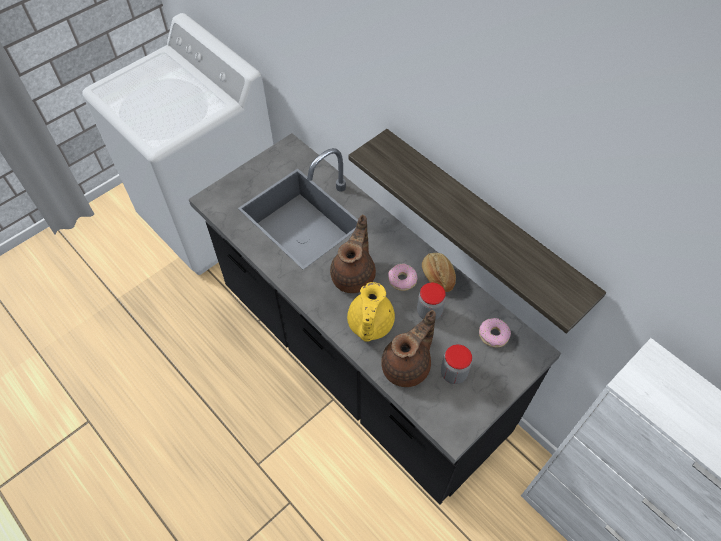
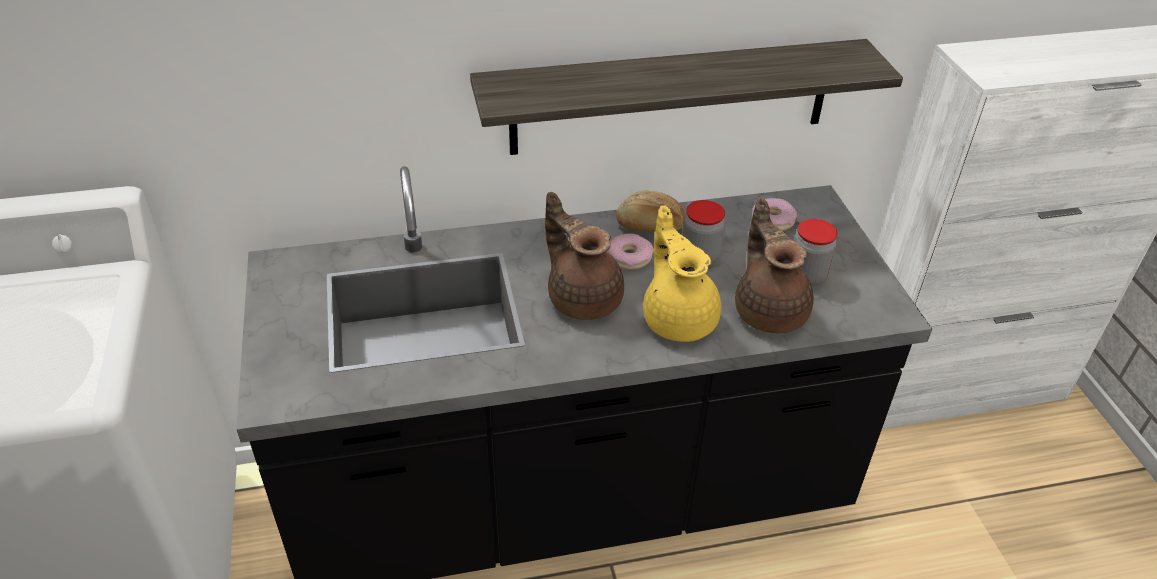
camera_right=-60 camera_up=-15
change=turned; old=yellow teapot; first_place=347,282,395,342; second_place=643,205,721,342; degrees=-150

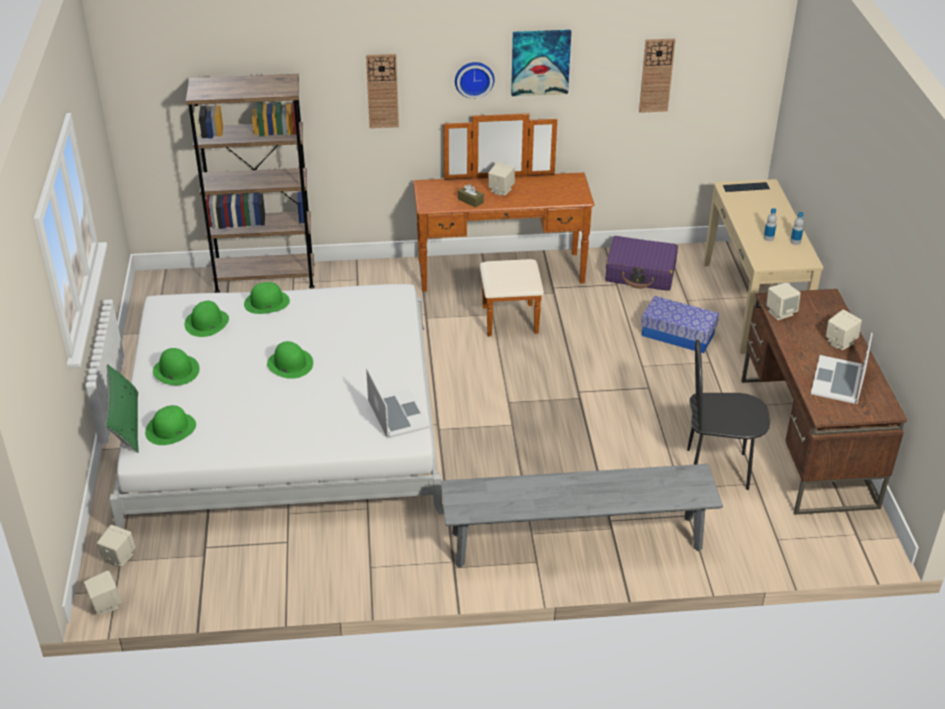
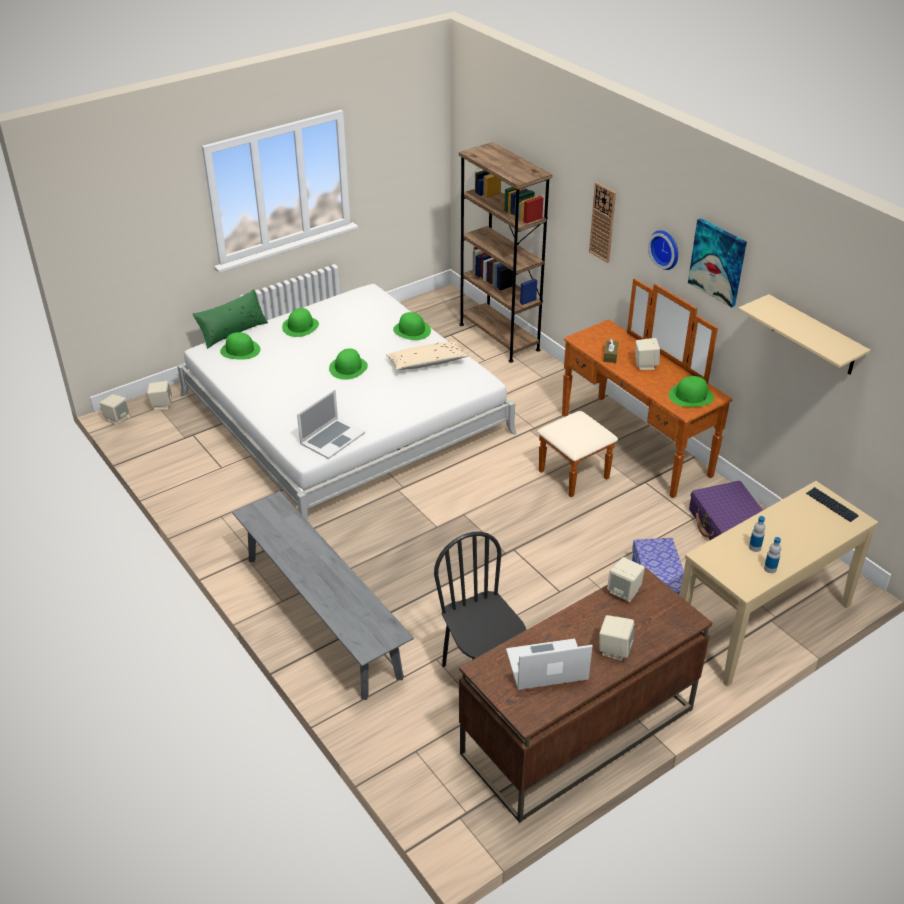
camera_right=60 camera_up=0
change=added; new=beige pillow; second_place=386,342,468,370
change=moved; old=green hat; first_place=184,301,229,337; second_place=669,376,714,407
change=replaced; old=wall clock; new=beige shelf; first_place=639,39,676,113; second_place=738,294,870,375

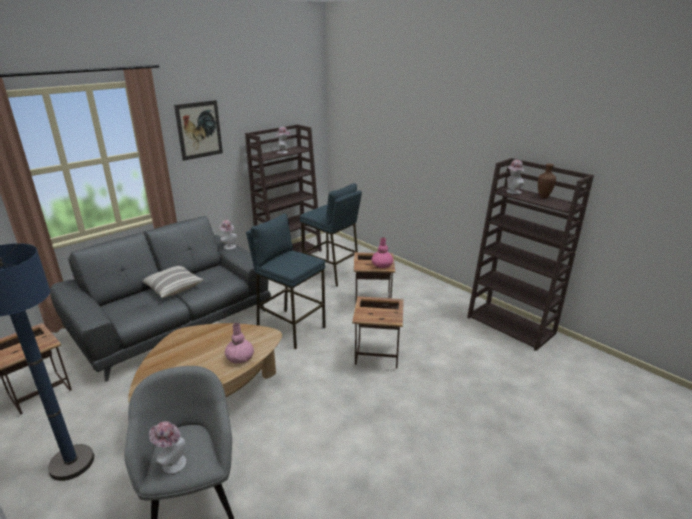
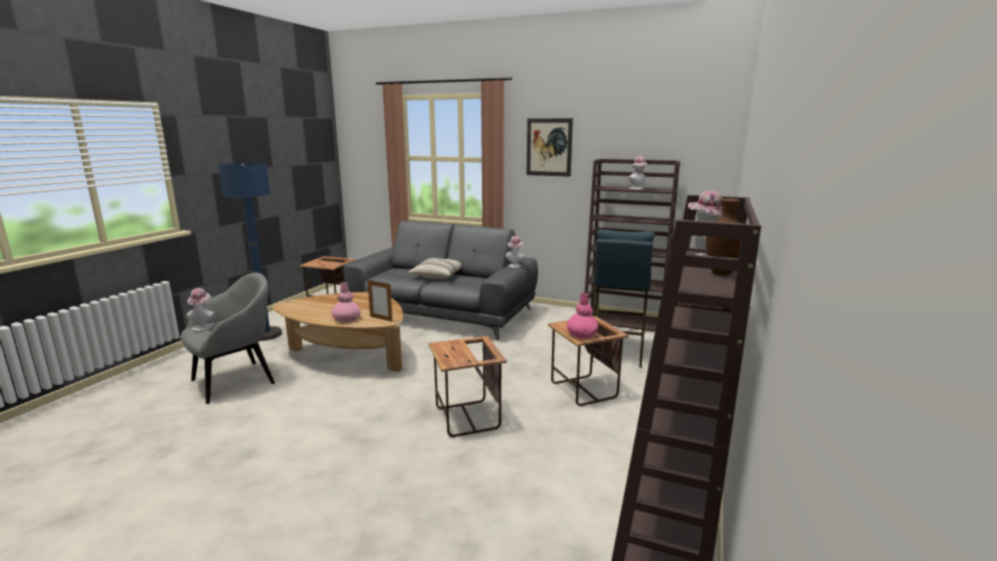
camera_right=65 camera_up=-10
change=removed; old=blue stool; first_place=246,213,326,349
change=added; new=picture frame; second_place=367,279,393,322

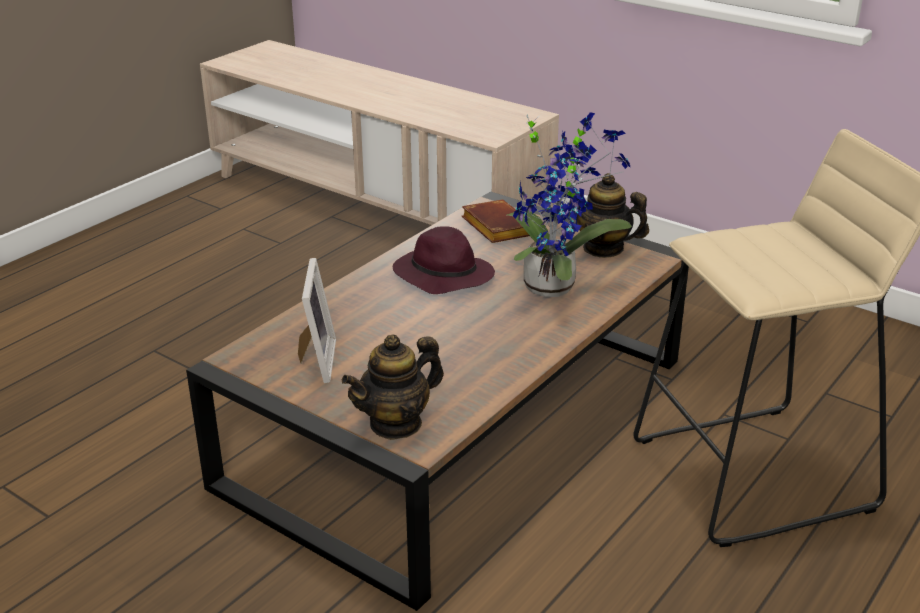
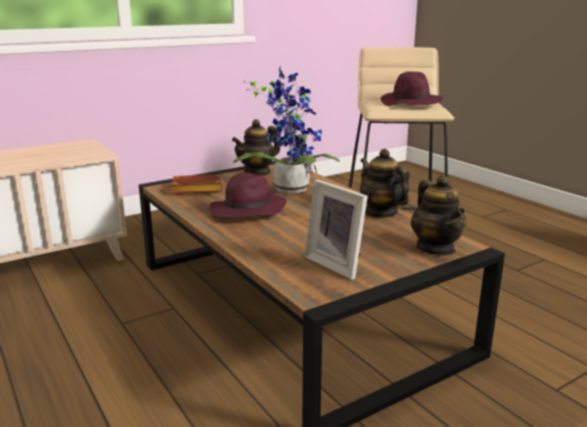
camera_right=-70 camera_up=-10
change=added; new=teapot; second_place=360,149,410,218
change=added; new=purple hat; second_place=381,72,443,106
change=turned; old=picture frame; first_place=298,258,336,383; second_place=305,179,368,280; degrees=-150

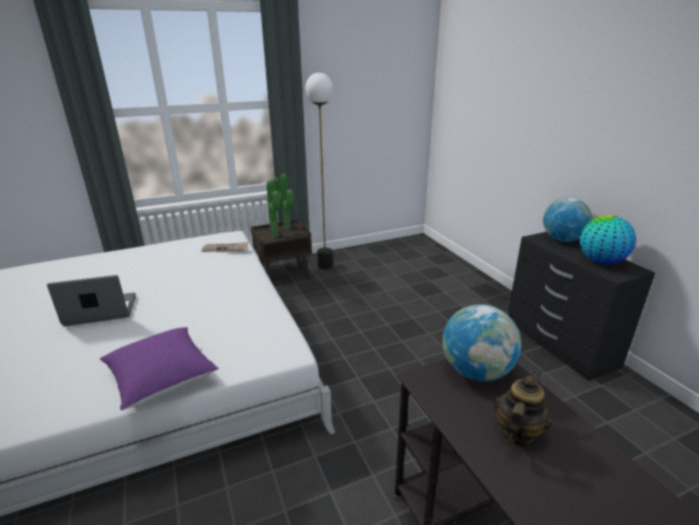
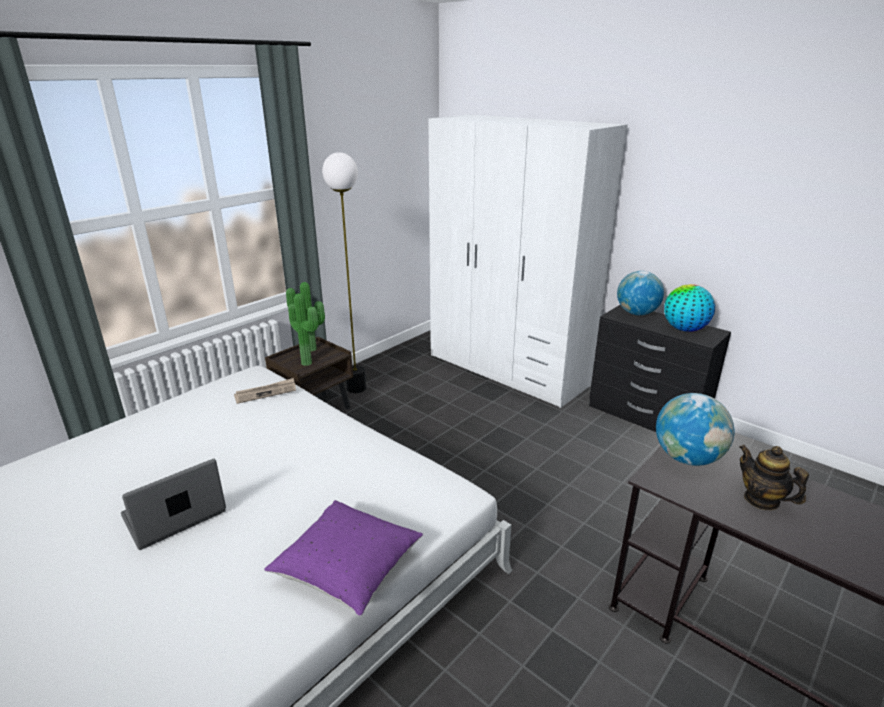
camera_right=-25 camera_up=0
change=added; new=white wardrobe; second_place=428,114,628,408
change=turned; old=teapot; first_place=494,371,552,446; second_place=739,445,809,510; degrees=-45

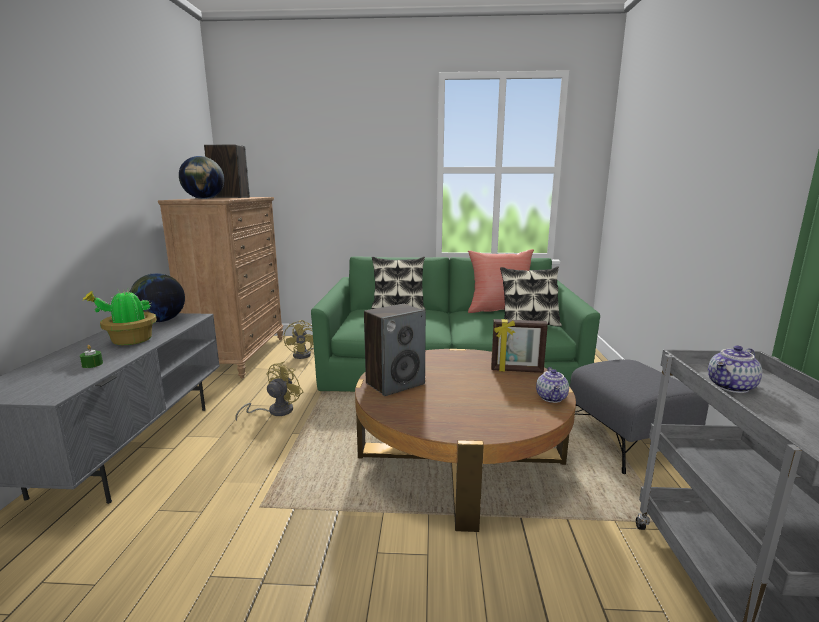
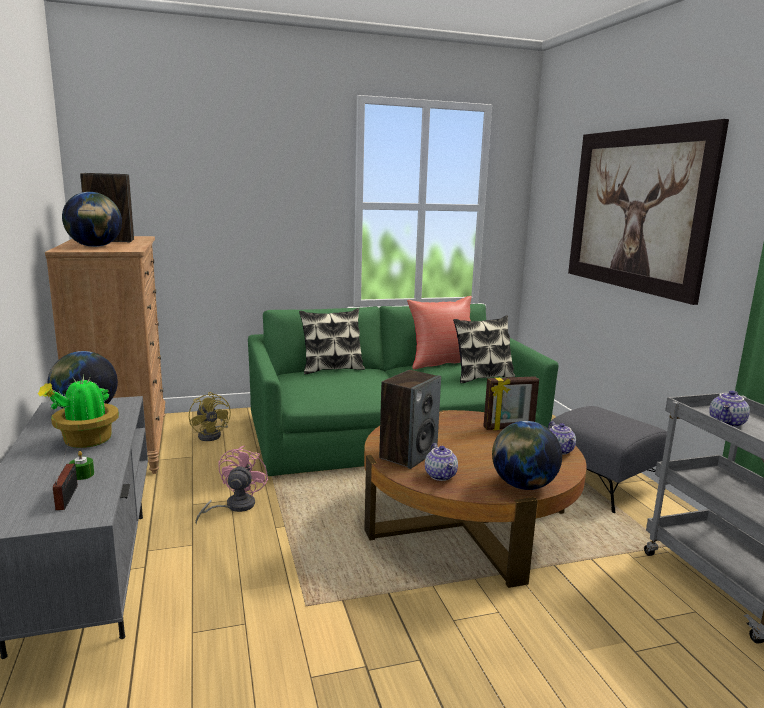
camera_right=-20 camera_up=0
change=added; new=radio; second_place=53,443,78,510
change=added; new=teapot; second_place=425,443,458,481
change=added; new=globe; second_place=492,421,562,490
change=added; new=picture; second_place=568,119,729,305
change=recoloured; old=yellow fan; new=pink fan; first_place=236,361,304,421; second_place=195,446,268,525

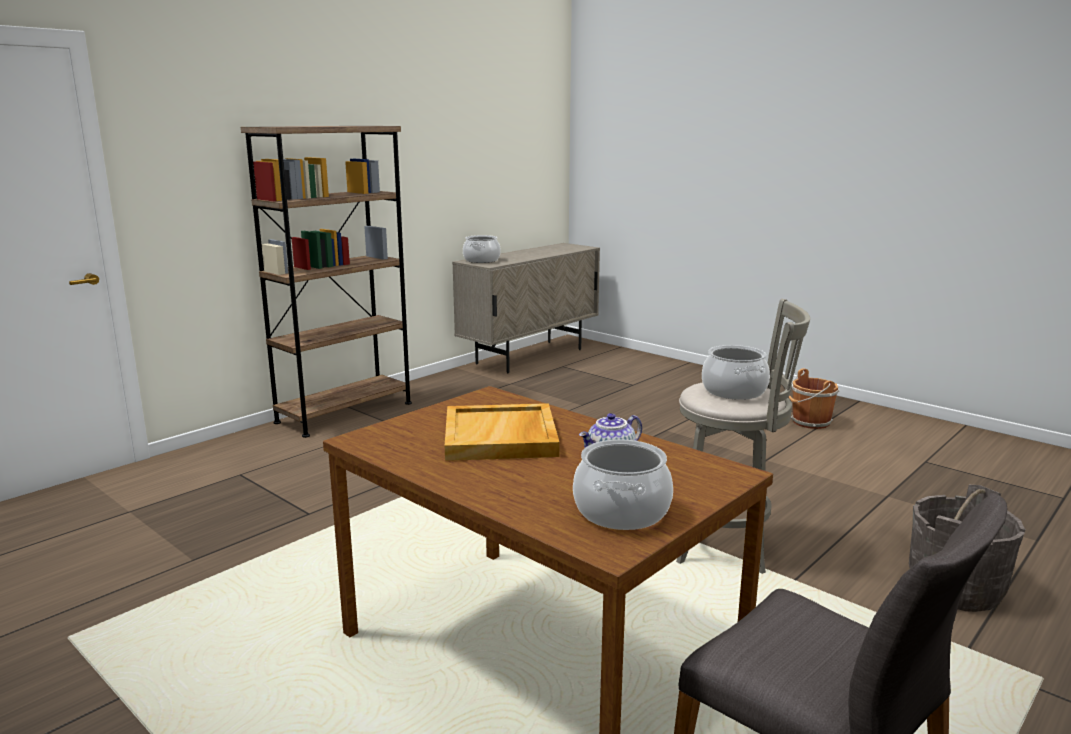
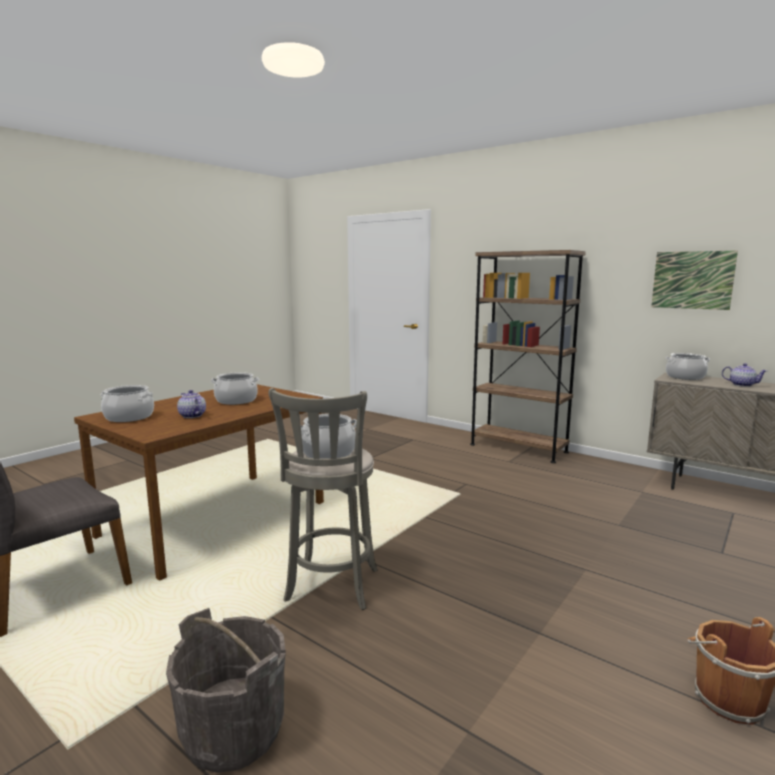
camera_right=85 camera_up=-5
change=added; new=picture; second_place=651,250,738,310
change=added; new=teapot; second_place=722,363,767,387
change=replaced; old=beige tray; new=cooking pot; first_place=445,403,560,461; second_place=211,372,259,405

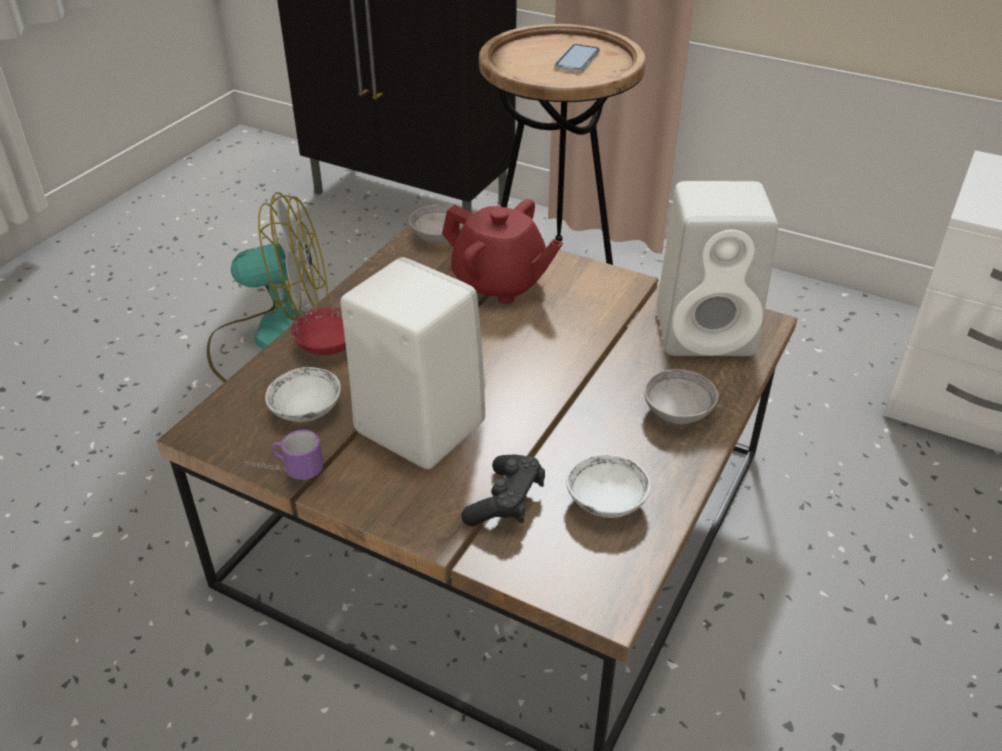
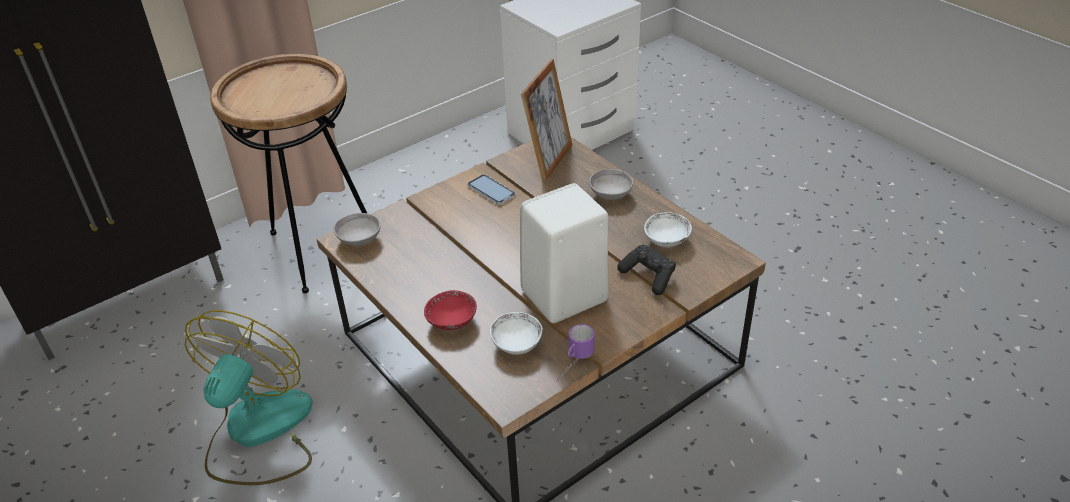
camera_right=-65 camera_up=0
change=removed; old=red teapot; first_place=442,199,563,304
change=moved; old=phone; first_place=554,44,600,72; second_place=467,174,515,205
change=replaced; old=white speaker; new=picture frame; first_place=657,181,778,356; second_place=521,59,572,182

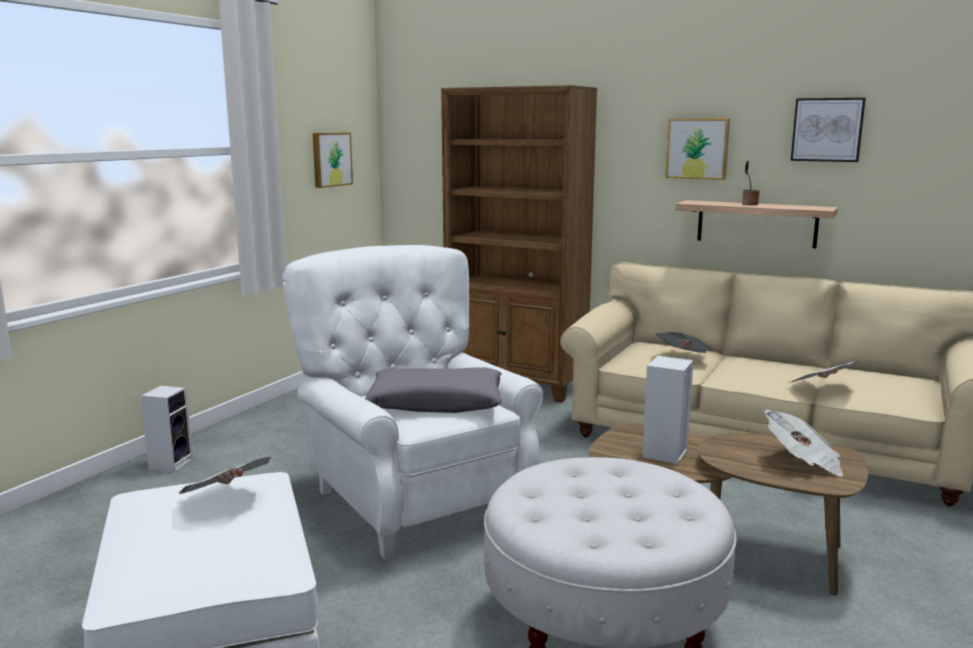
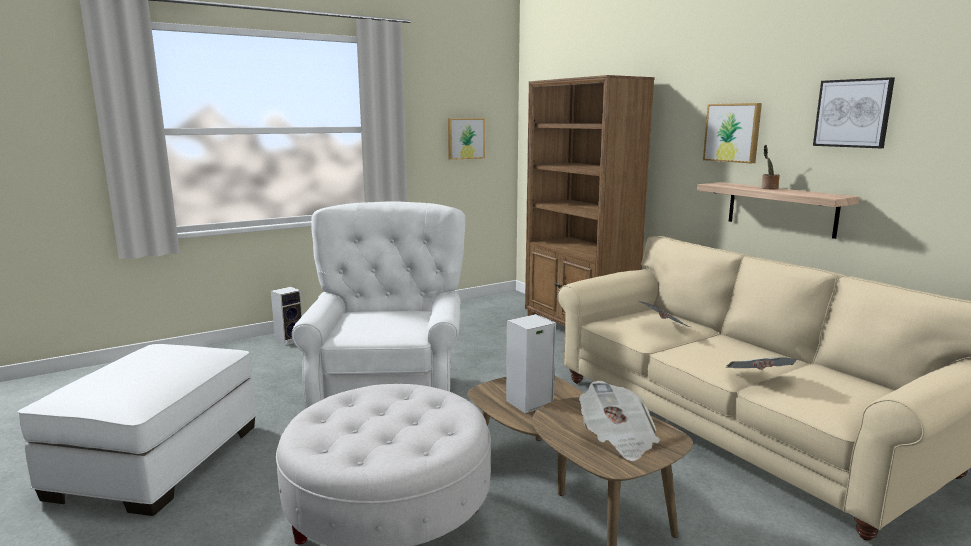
camera_right=30 camera_up=0
change=removed; old=newspaper; first_place=179,457,271,494
change=removed; old=grey pillow; first_place=365,367,502,413

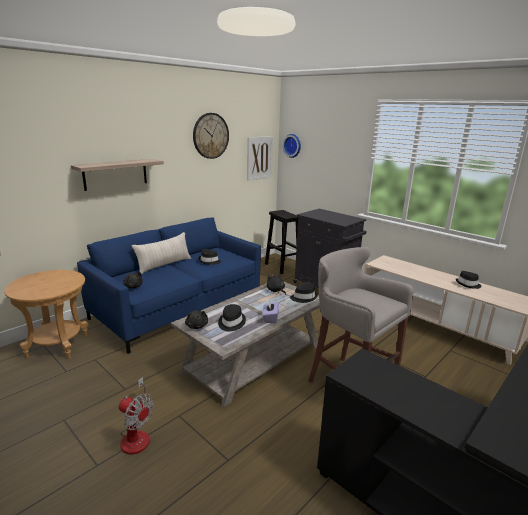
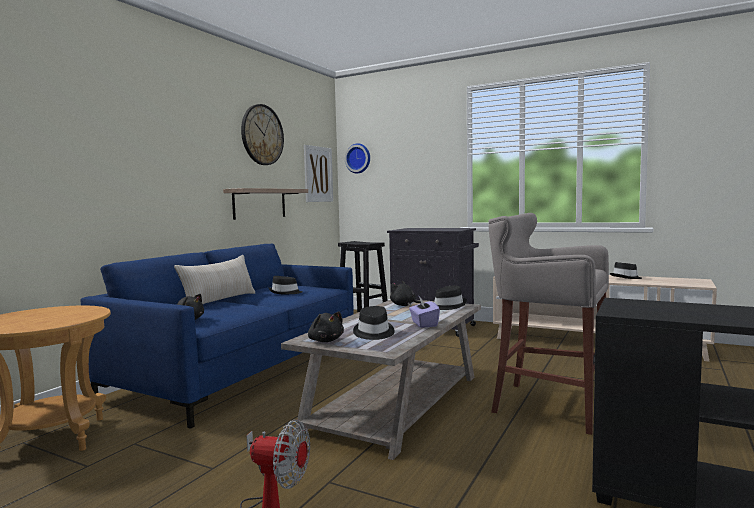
camera_right=-15 camera_up=-15
change=moved; old=shelf; first_place=71,159,164,191; second_place=223,188,308,220

